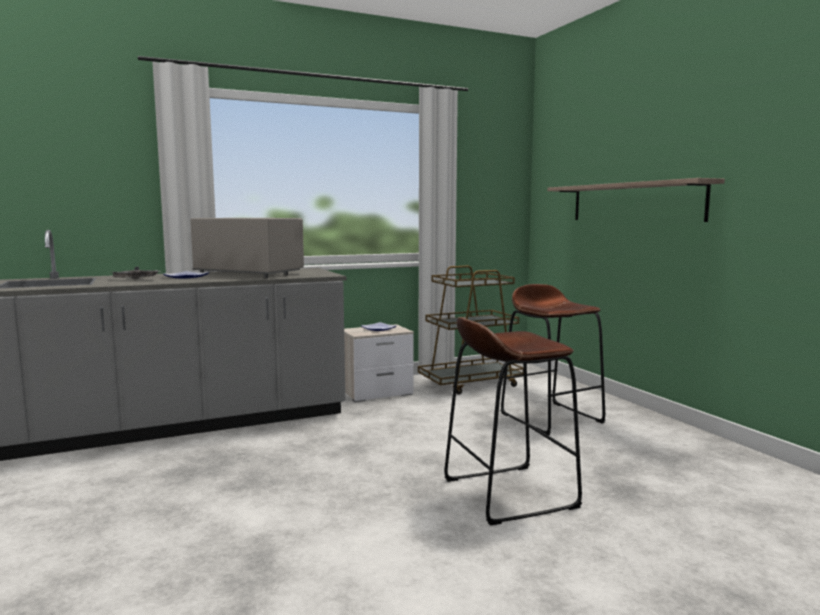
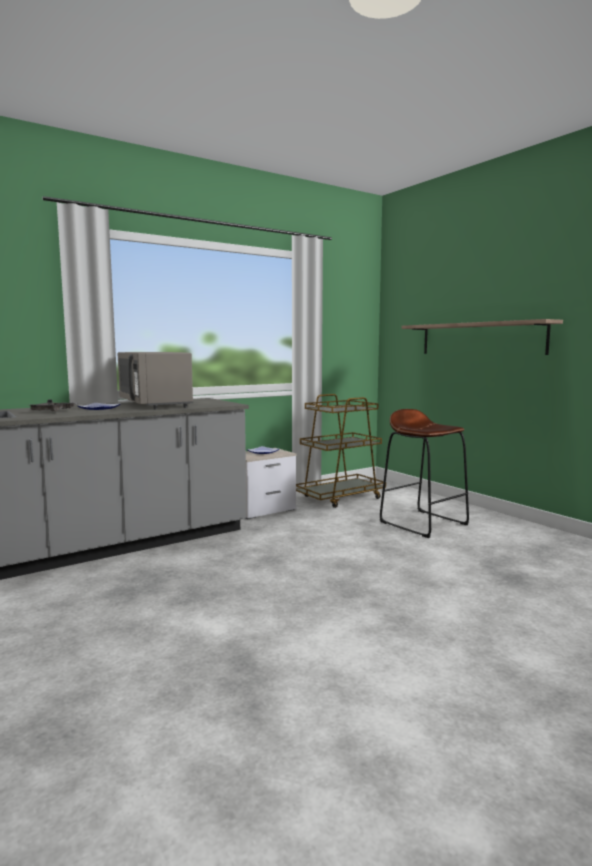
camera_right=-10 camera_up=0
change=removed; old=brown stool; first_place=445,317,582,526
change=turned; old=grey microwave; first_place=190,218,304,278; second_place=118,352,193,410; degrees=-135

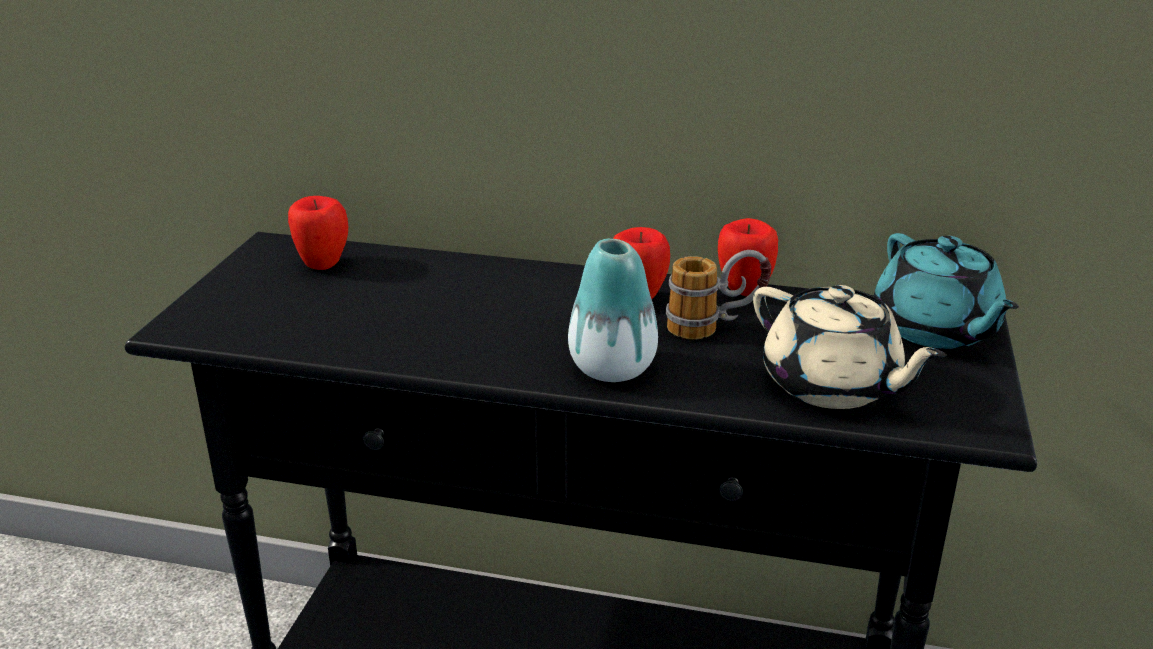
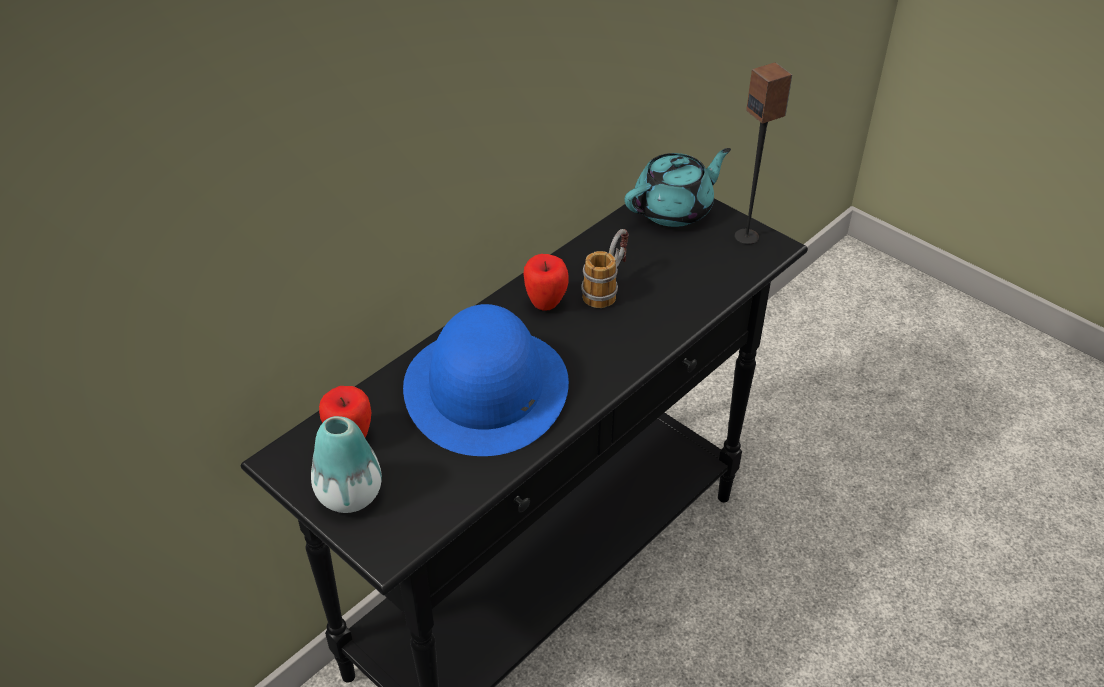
camera_right=-60 camera_up=15
change=removed; old=apple; first_place=718,218,778,296
change=removed; old=beige teapot; first_place=753,285,947,409
change=added; new=blue hat; second_place=403,304,569,456
change=added; new=speaker; second_place=735,62,792,245
change=moved; old=vase; first_place=568,239,658,382; second_place=311,416,382,513
change=turned; old=turquoise teapot; first_place=874,233,1019,349; second_place=625,148,731,227; degrees=-45

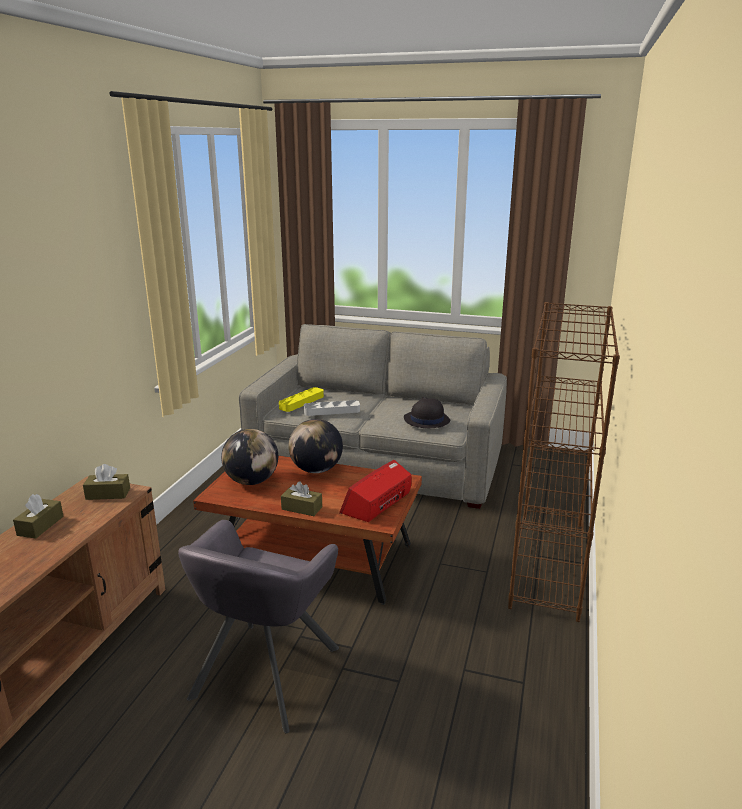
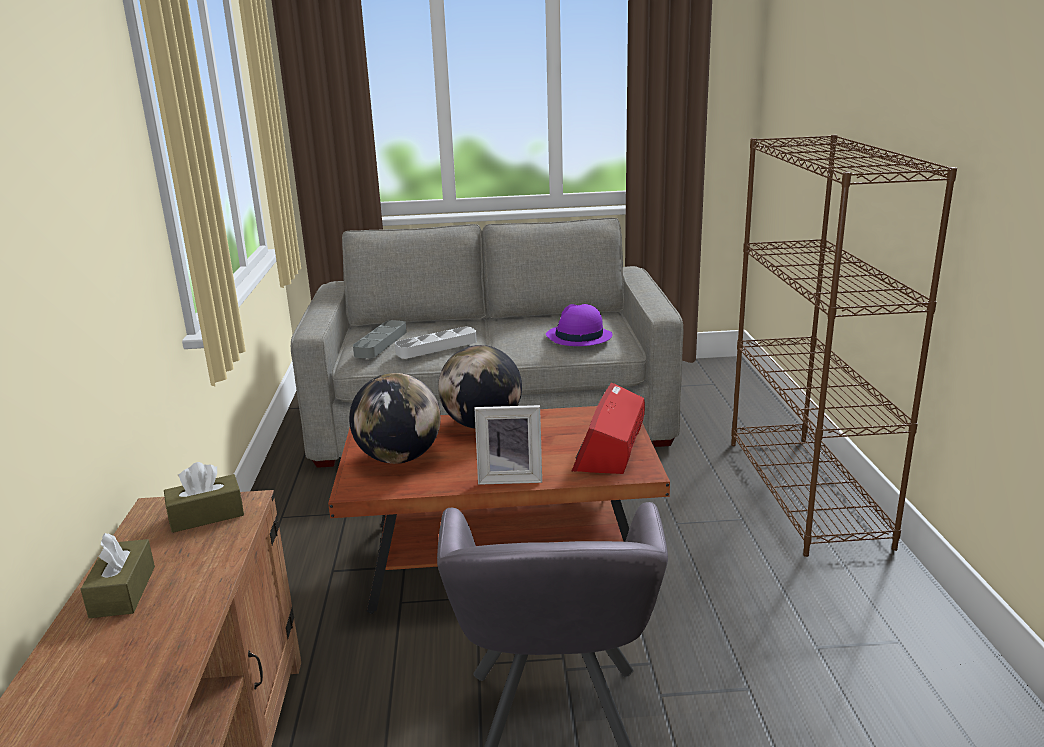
camera_right=-20 camera_up=0
change=replaced; old=brown tissue box; new=picture frame; first_place=281,481,322,516; second_place=474,405,542,485
change=recoloured; old=yellow tray; new=grey tray; first_place=279,387,324,412; second_place=353,320,407,359
change=recoloured; old=black hat; new=purple hat; first_place=404,397,450,428; second_place=546,304,613,346

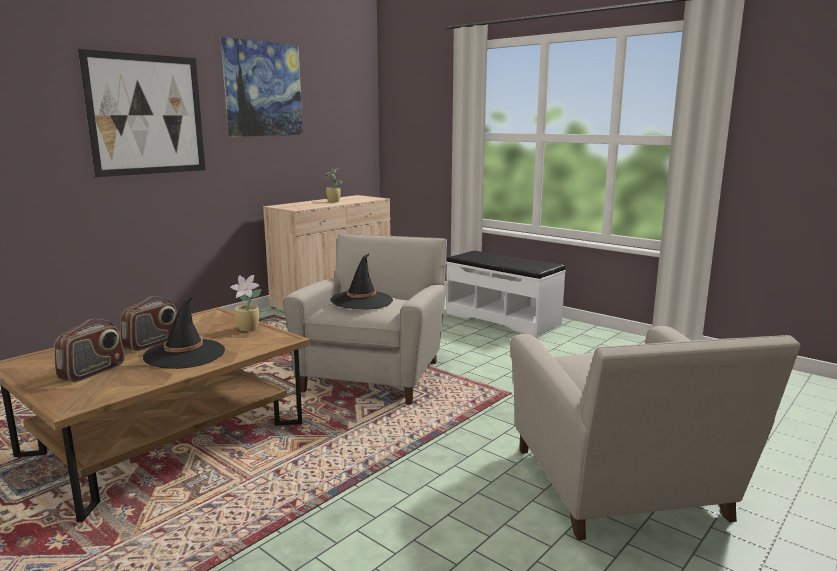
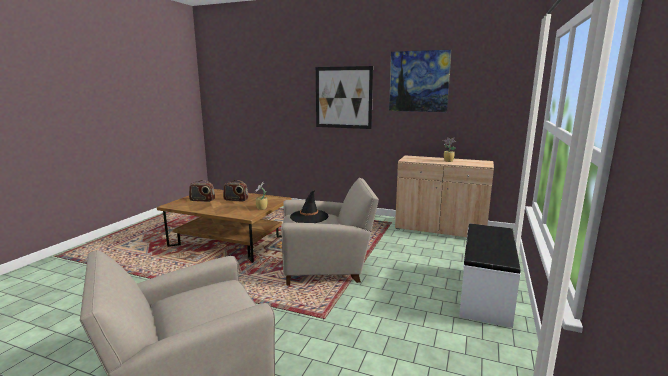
camera_right=70 camera_up=0
change=removed; old=black hat; first_place=143,296,225,369

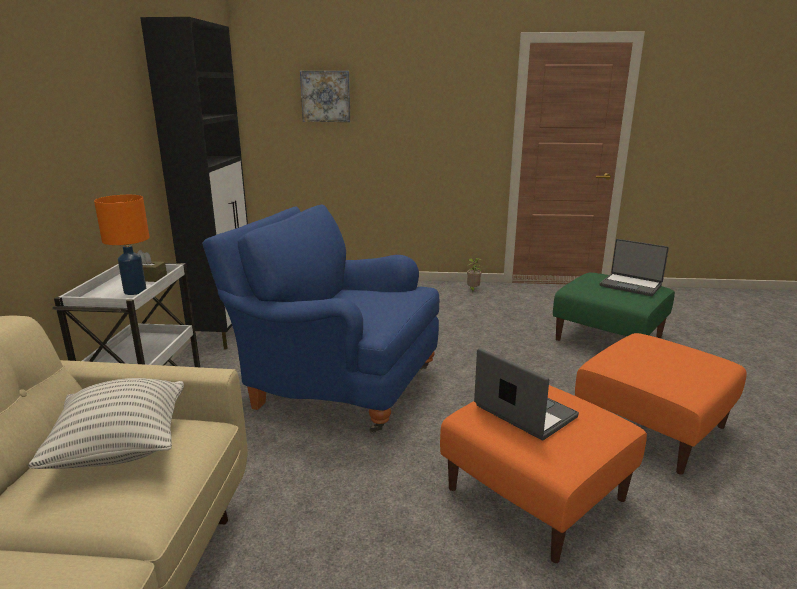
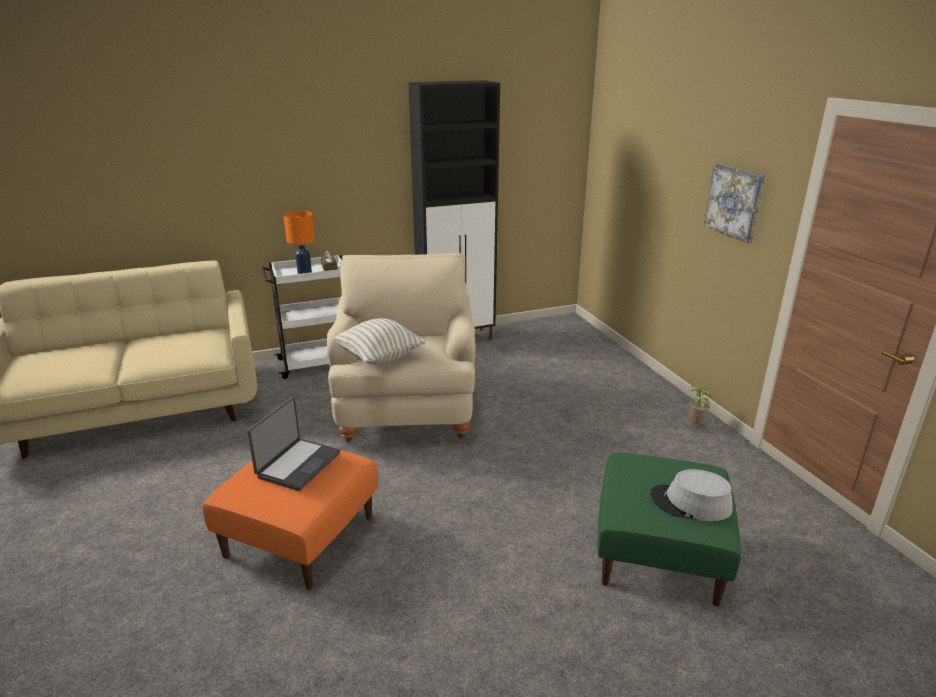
camera_right=65 camera_up=5
change=removed; old=orange ottoman; first_place=575,333,747,475
change=moved; old=pillow; first_place=28,378,184,469; second_place=335,318,426,364
change=moved; old=picture; first_place=300,71,351,122; second_place=704,164,765,243
change=replaced; old=laptop; new=grey hat; first_place=600,239,669,296; second_place=650,469,733,521
change=recoloured; old=blue armchair; new=beige armchair; first_place=202,204,439,433; second_place=327,253,476,443

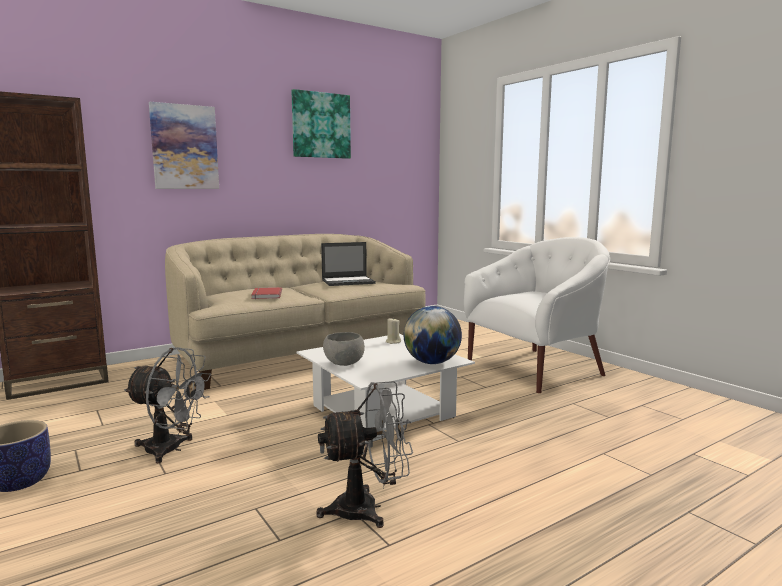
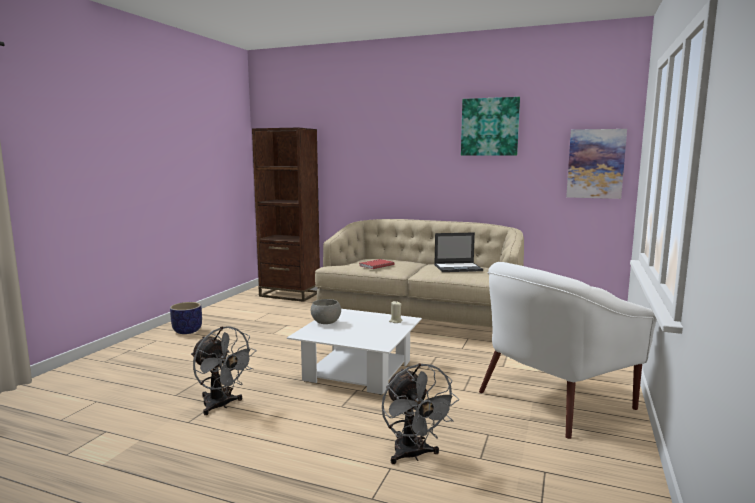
camera_right=55 camera_up=0
change=removed; old=globe; first_place=404,306,462,364
change=moved; old=grey fan; first_place=124,347,211,463; second_place=382,363,459,464
change=moved; old=picture; first_place=149,102,219,189; second_place=566,129,627,199
change=turned; old=laptop; first_place=321,242,376,286; second_place=434,233,483,272; degrees=-45
change=turned; old=white armchair; first_place=464,237,610,393; second_place=479,262,657,439; degrees=120

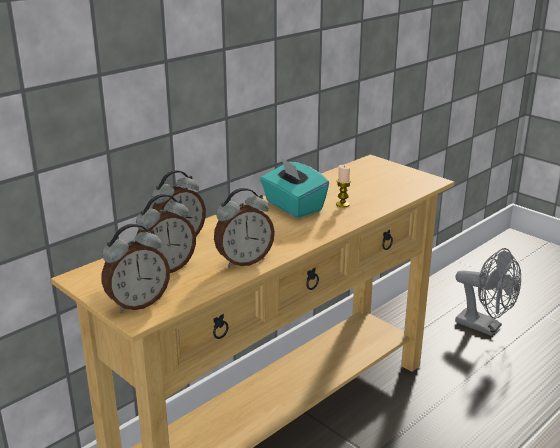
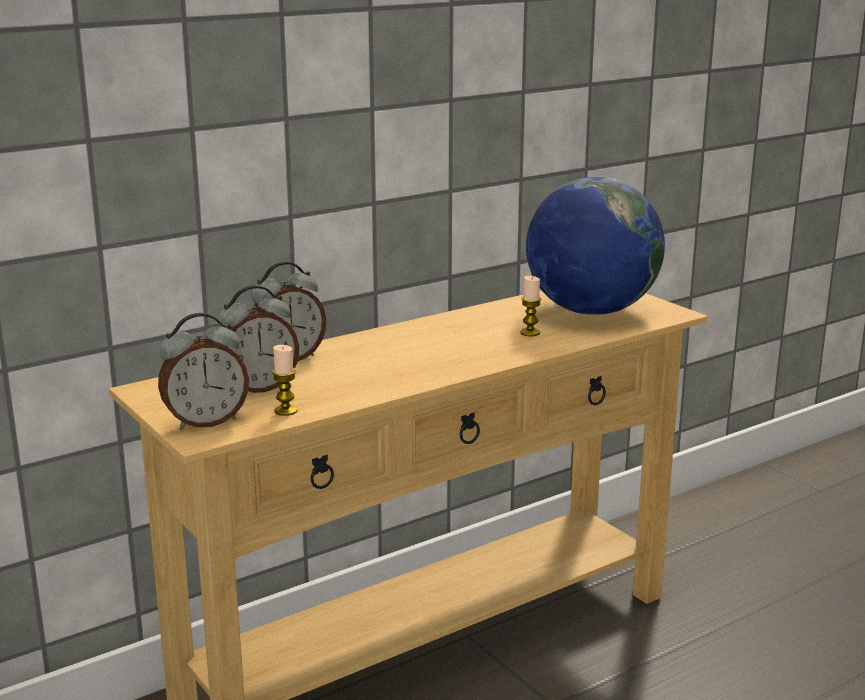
camera_right=10 camera_up=-5
change=removed; old=alarm clock; first_place=214,188,275,268
change=removed; old=turquoise tissue box; first_place=260,157,329,218
change=removed; old=grey fan; first_place=455,248,521,336
change=added; new=candle; second_place=272,345,298,416
change=added; new=globe; second_place=526,177,665,315

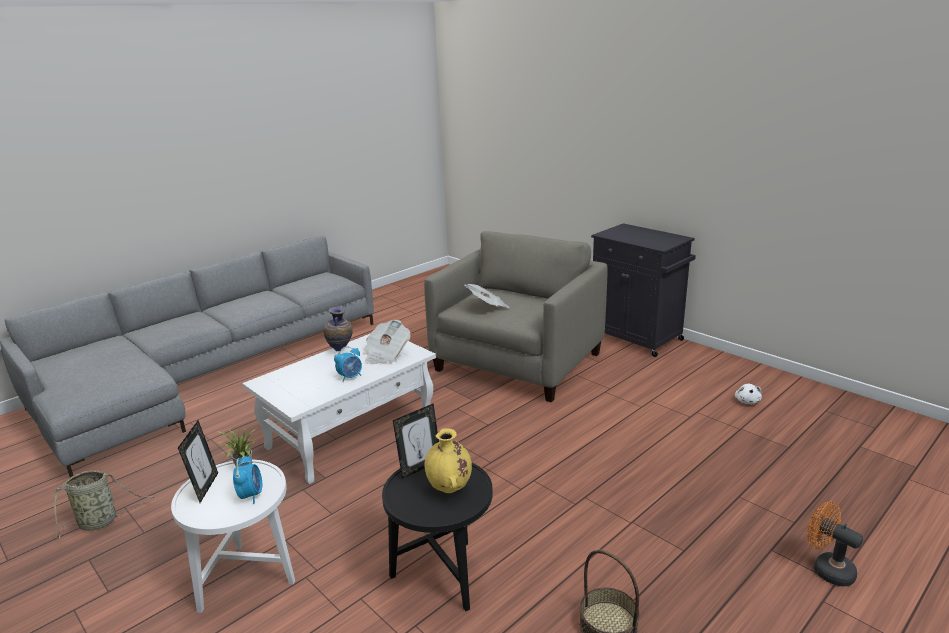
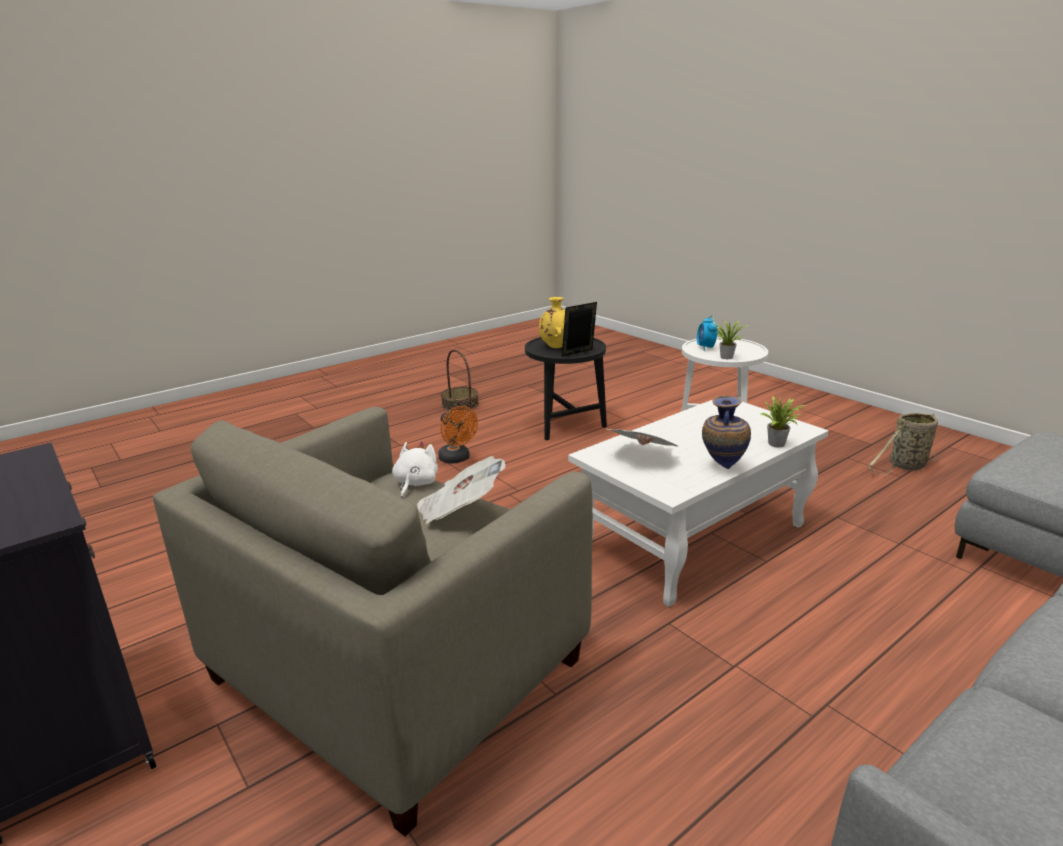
camera_right=-175 camera_up=0
change=removed; old=picture frame; first_place=178,421,218,503
change=removed; old=alarm clock; first_place=334,346,362,382
change=added; new=potted plant; second_place=761,395,805,447
change=moved; old=white plush toy; first_place=735,384,762,404; second_place=392,441,438,498
change=moved; old=orange fan; first_place=807,501,863,586; second_place=438,406,478,464

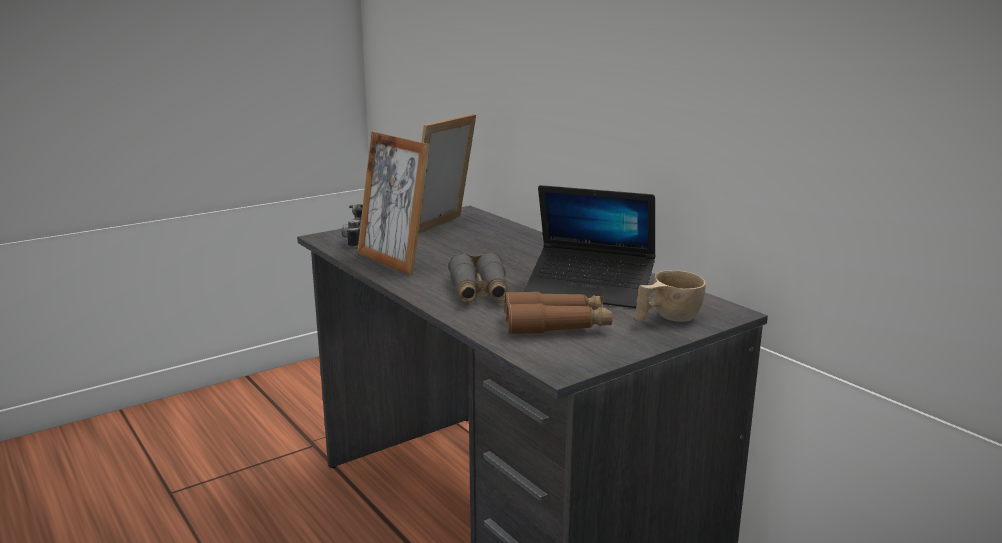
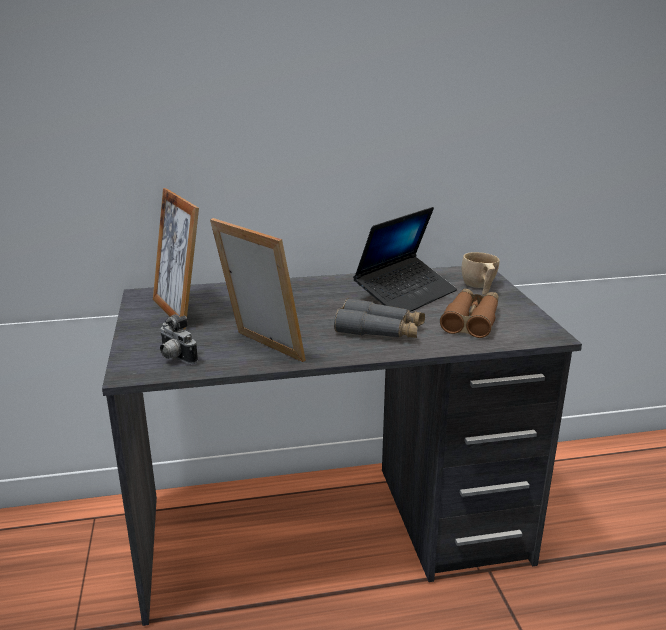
camera_right=-65 camera_up=5
change=turned; old=picture frame; first_place=357,132,430,275; second_place=210,218,306,362; degrees=-120

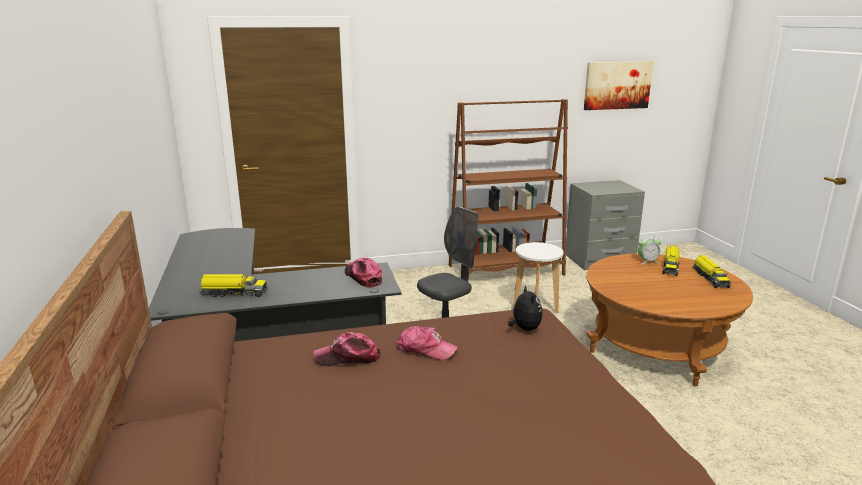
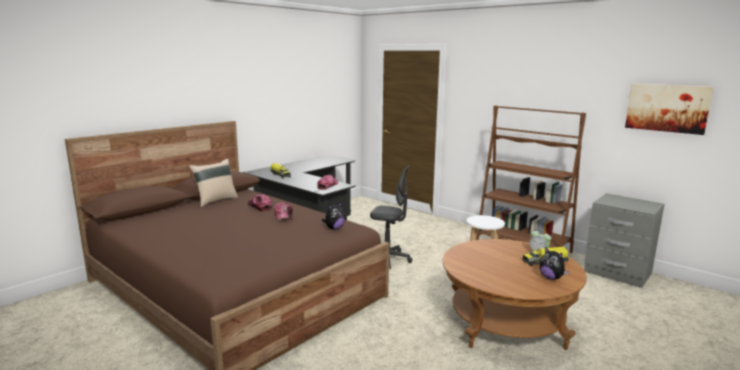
camera_right=55 camera_up=-5
change=added; new=beige pillow; second_place=189,159,238,207
change=replaced; old=toy truck; new=plush toy; first_place=693,255,731,288; second_place=539,247,569,280

